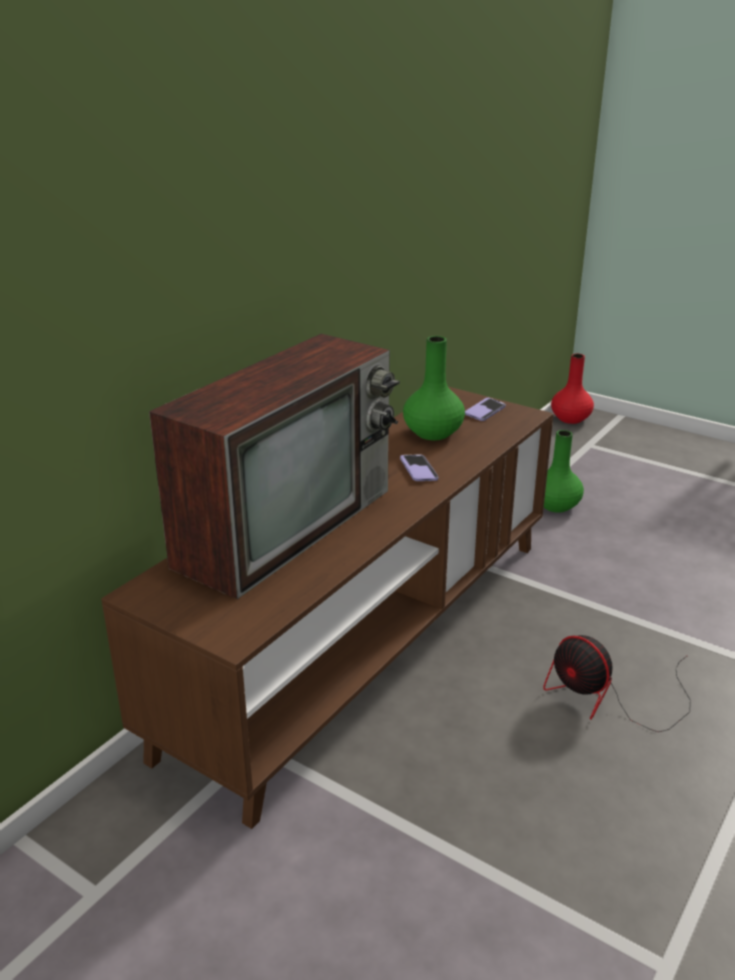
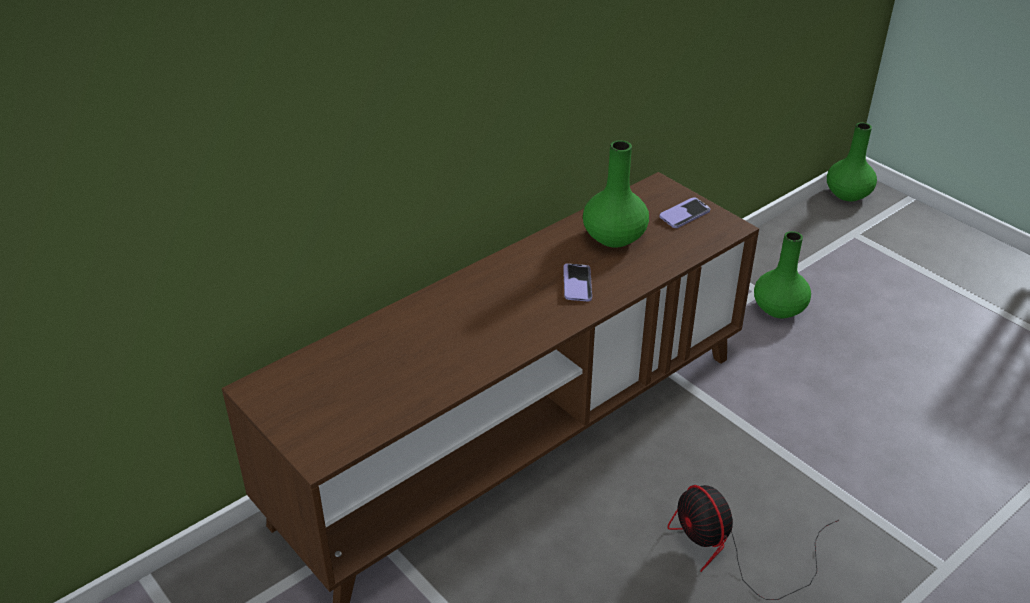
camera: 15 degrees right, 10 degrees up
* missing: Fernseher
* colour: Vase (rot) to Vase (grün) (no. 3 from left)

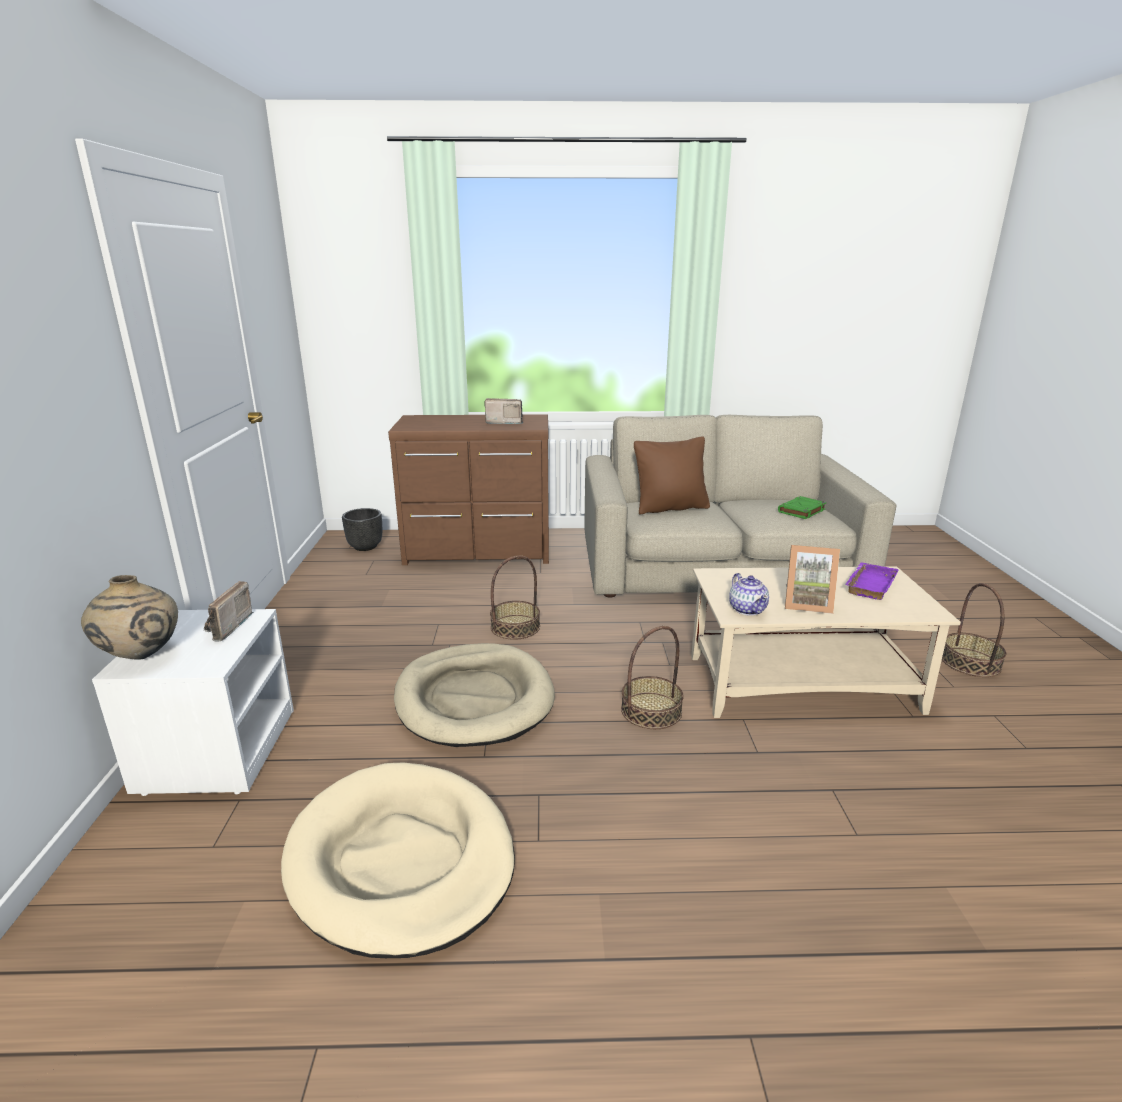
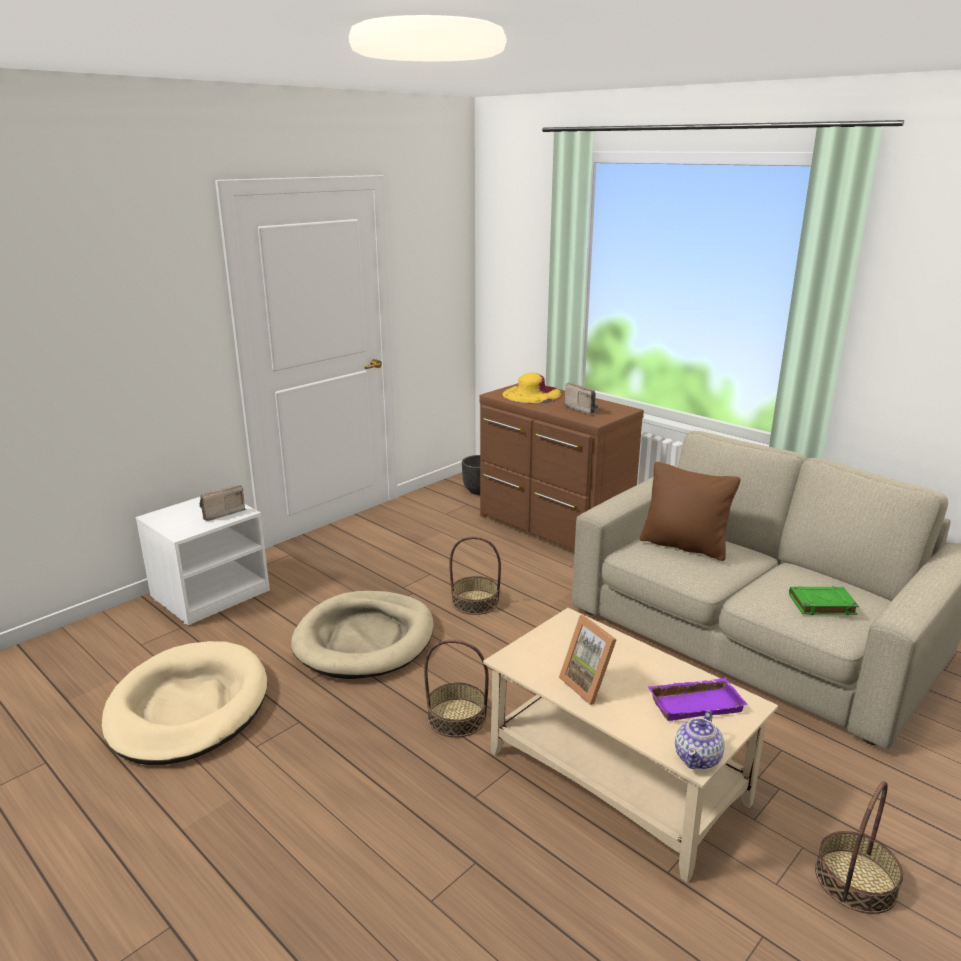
camera: 45 degrees right, 0 degrees up
* missing: Vase (beige)
* relocated: Teekanne
* appeared: Hut (gelb)

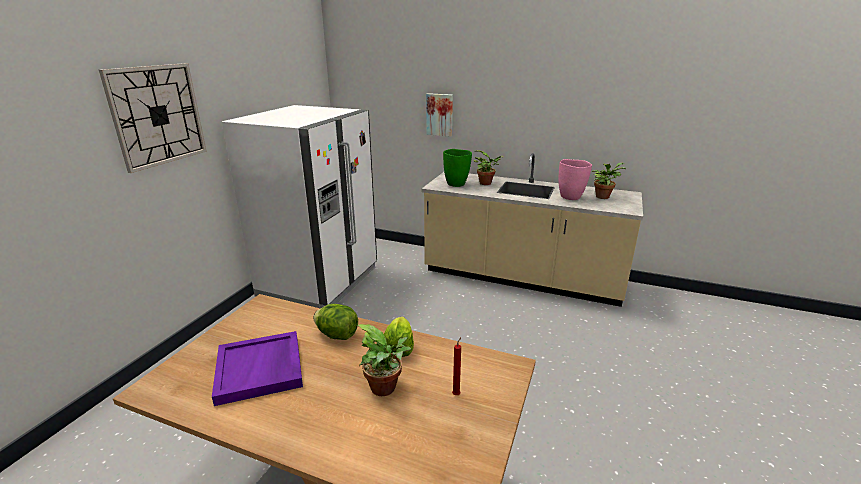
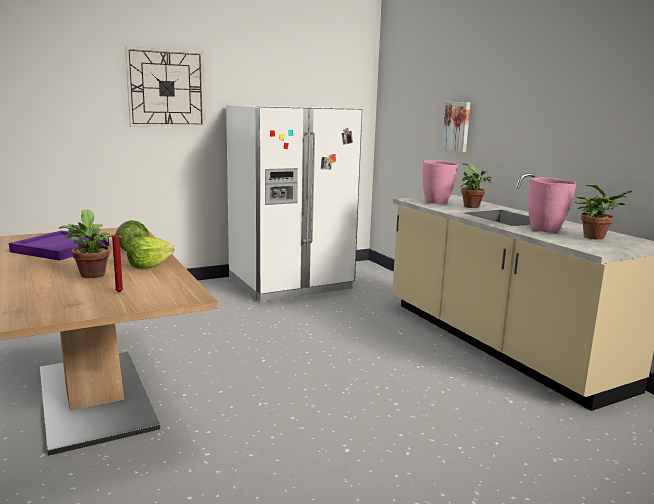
camera: 40 degrees right, 10 degrees down
* colour: Vase (grün) to Vase (rosa) (no. 1 from left)

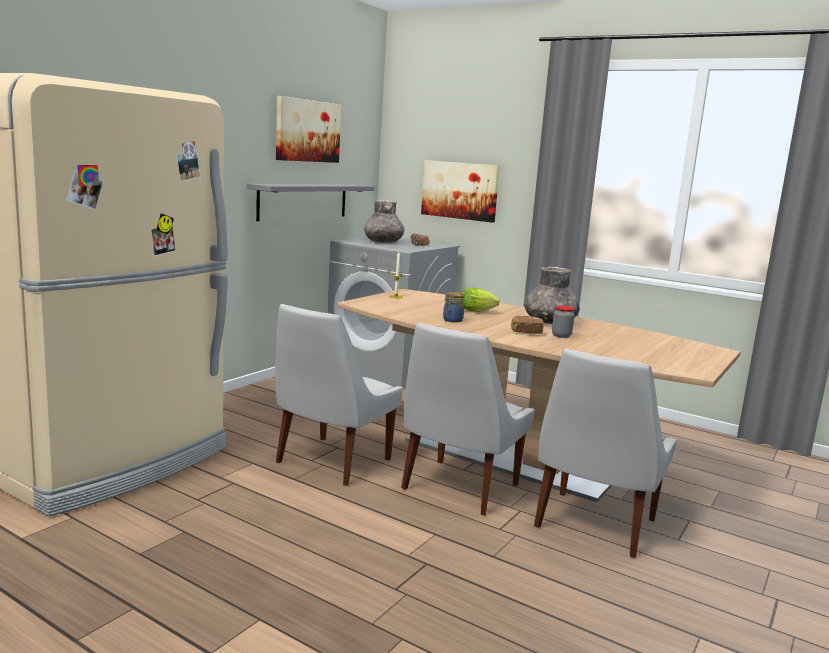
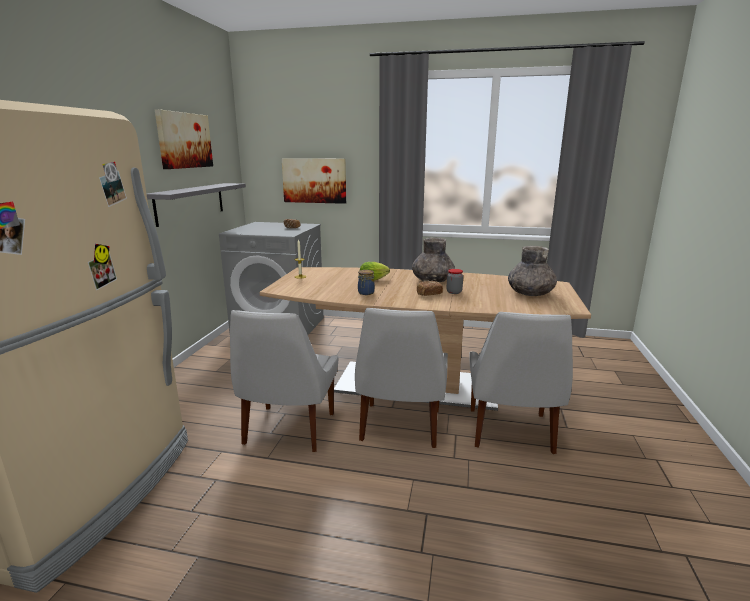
camera: 20 degrees left, 5 degrees up
* relocated: Vase (grau) (no. 1 from left in the first image) to Vase (grau) (no. 2 from left)

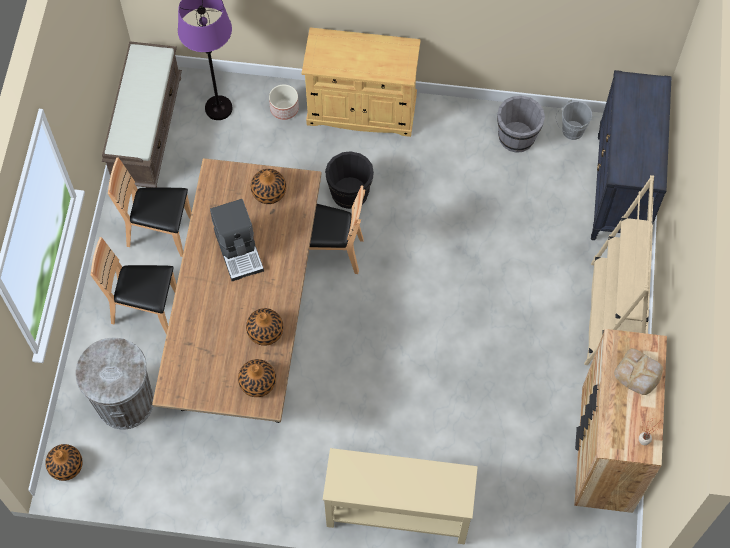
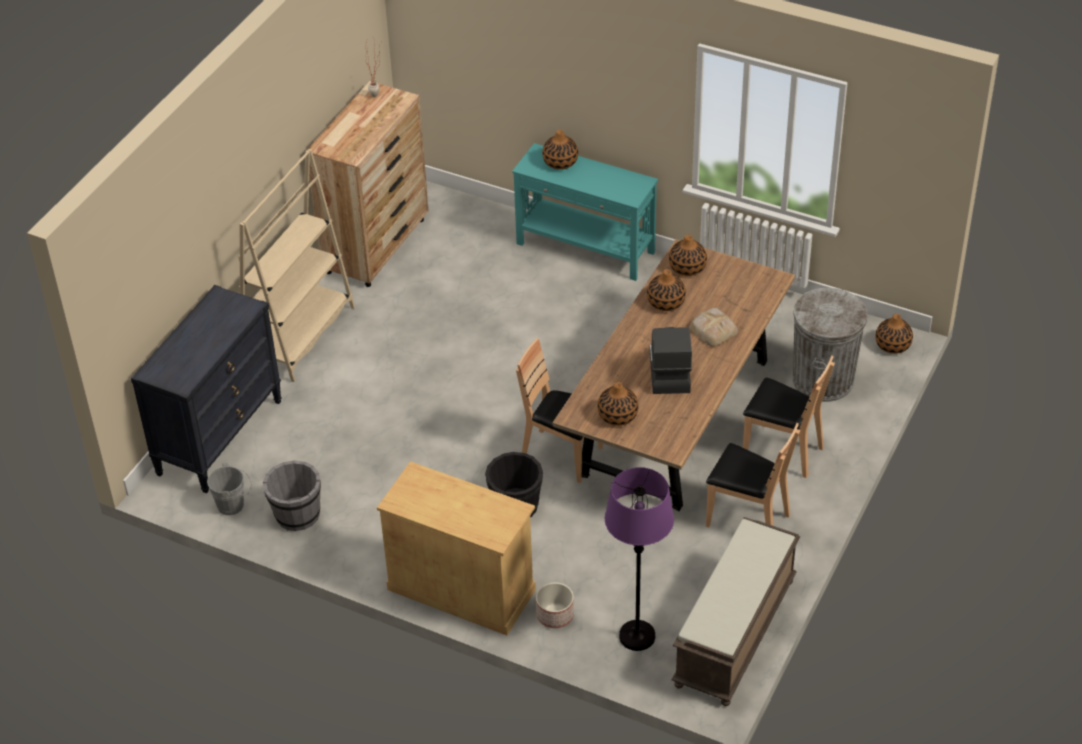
camera: 160 degrees left, 20 degrees down
* colour: Konsolentisch (beige) to Konsolentisch (türkis)
* relocated: Brot
* appeared: Vase (no. 1 from left)

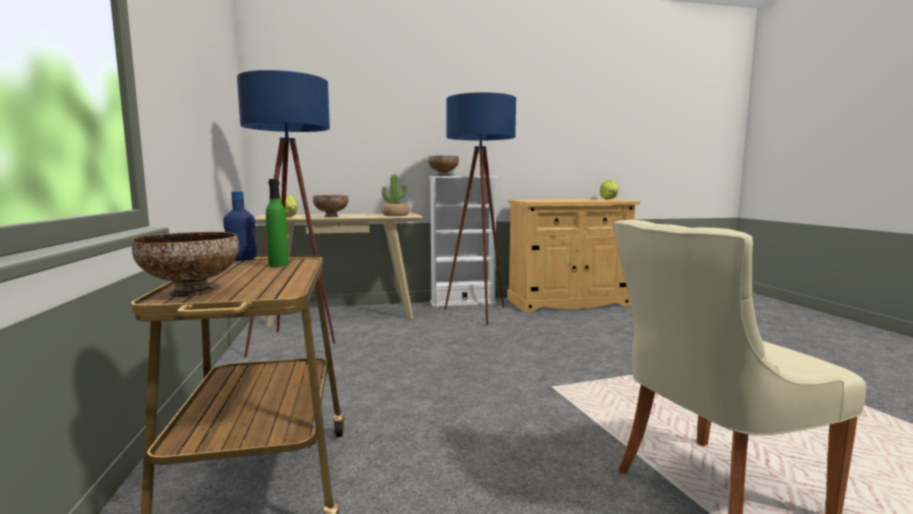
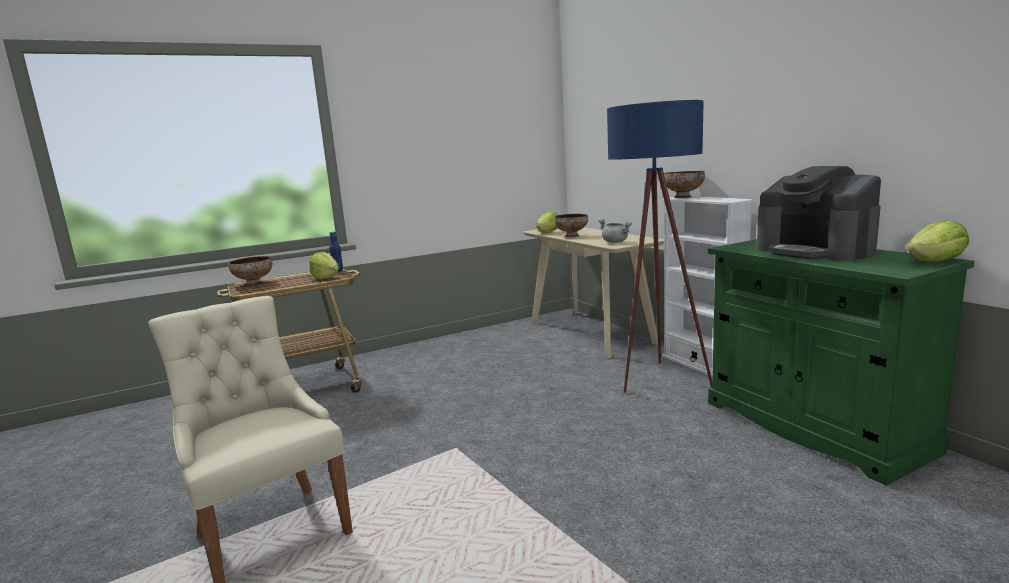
camera: 75 degrees right, 5 degrees up
* missing: Stehlampe (blau) (no. 1 from left)
* exchanged: Flasche (grün) to Salatkopf (no. 1 from left)
* exchanged: Topfpflanze to Kochtopf (grau)
* colour: Schrank (beige) to Schrank (grün)
* appeared: Kaffeemaschine

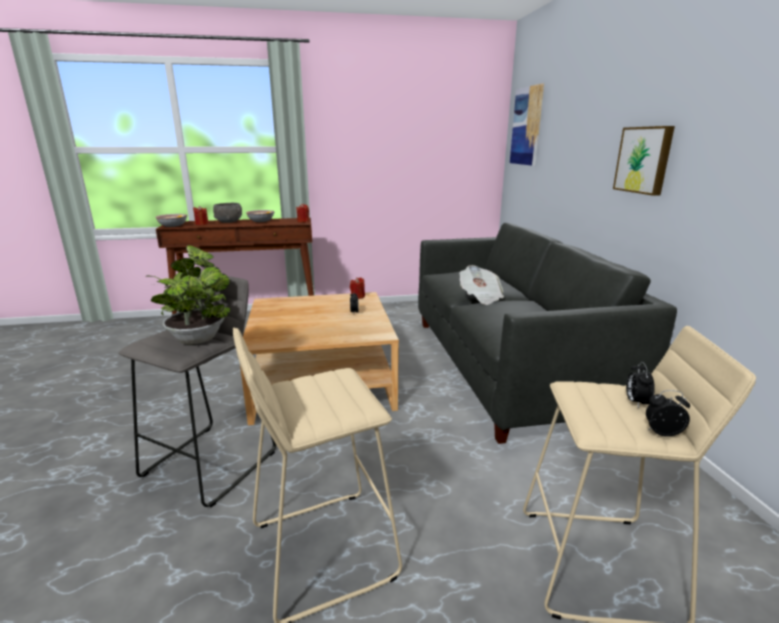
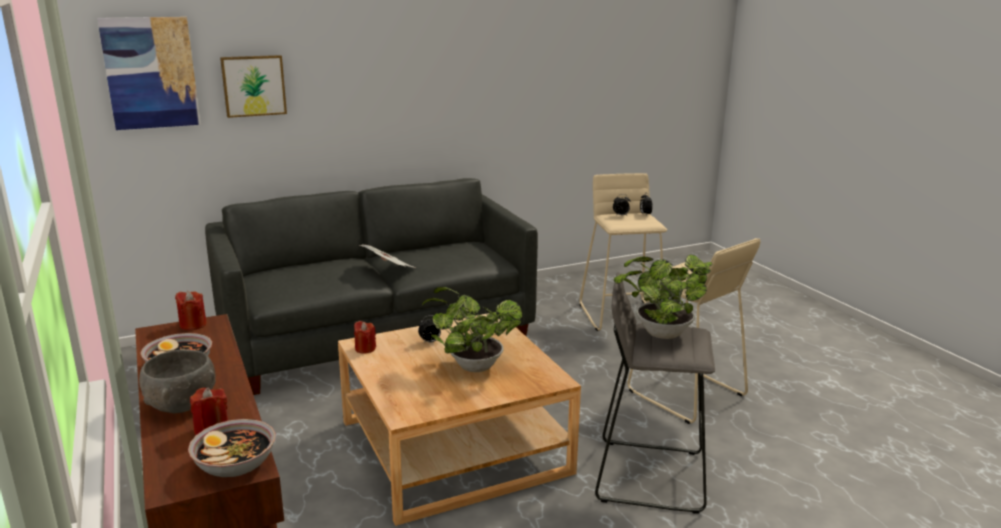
camera: 105 degrees left, 0 degrees up
* relocated: Bild (no. 2 from left)
* appeared: Topfpflanze (no. 1 from left)

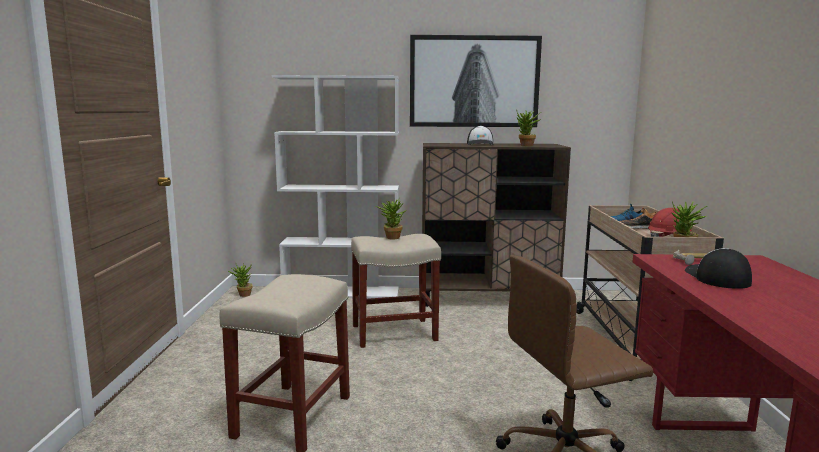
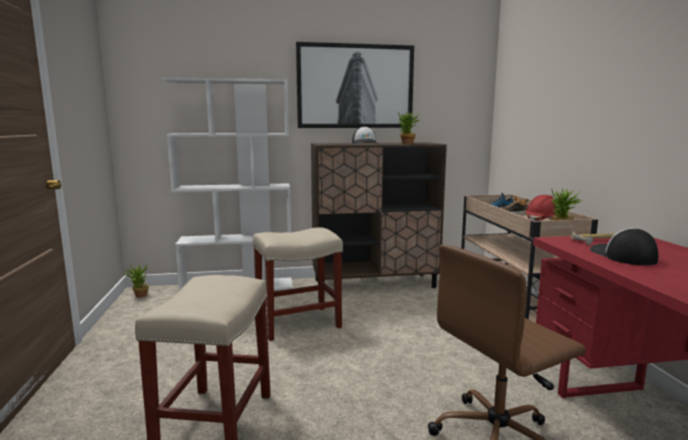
camera: 10 degrees left, 0 degrees up
* missing: Topfpflanze (no. 2 from left)

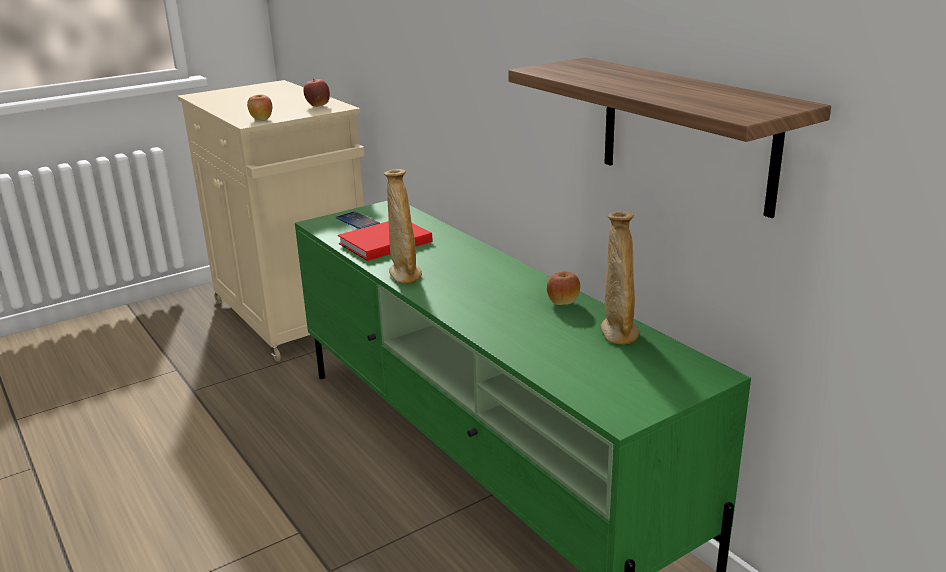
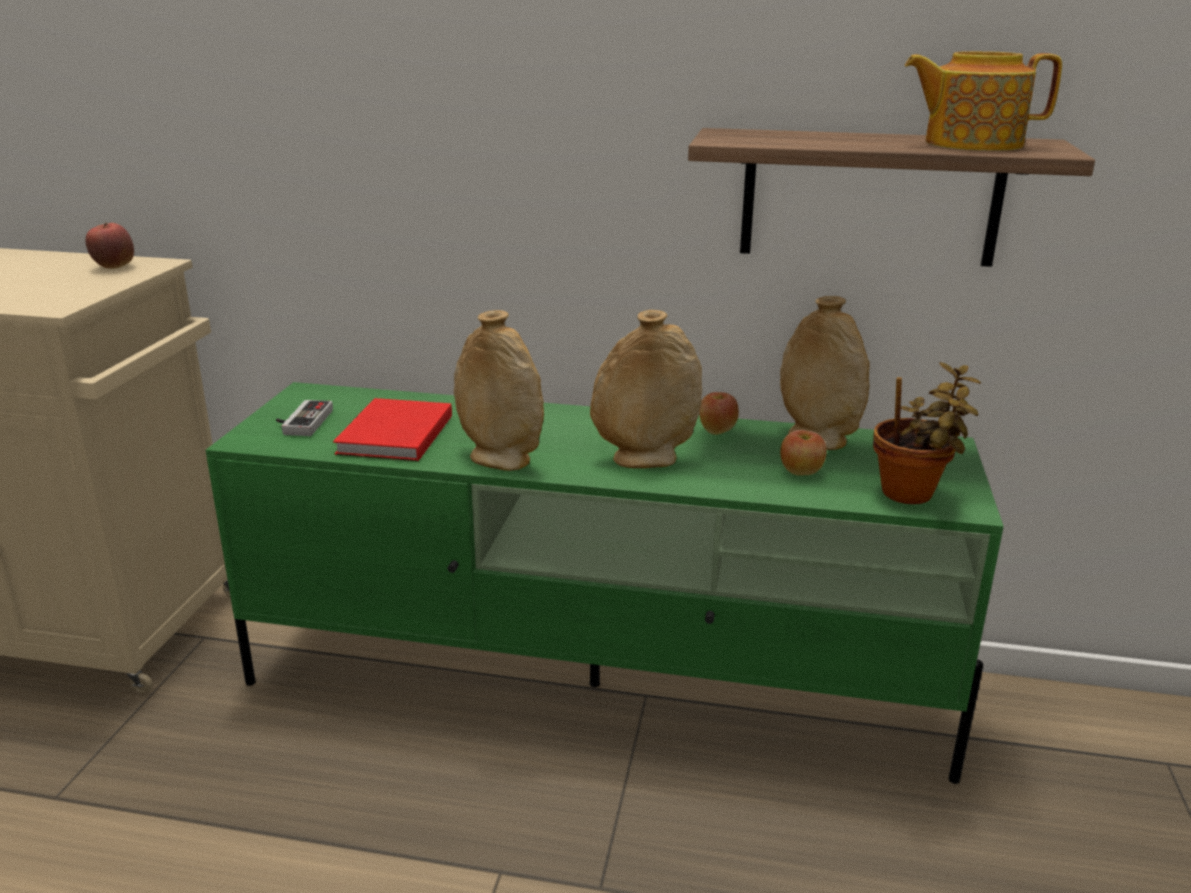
camera: 45 degrees left, 0 degrees up
* relocated: Apfel (no. 1 from left in the first image) to Apfel (no. 3 from left)
* exchanged: Handy to Gamepad
* appeared: Vase (beige) (no. 2 from left)
* appeared: Topfpflanze
* appeared: Teekanne

